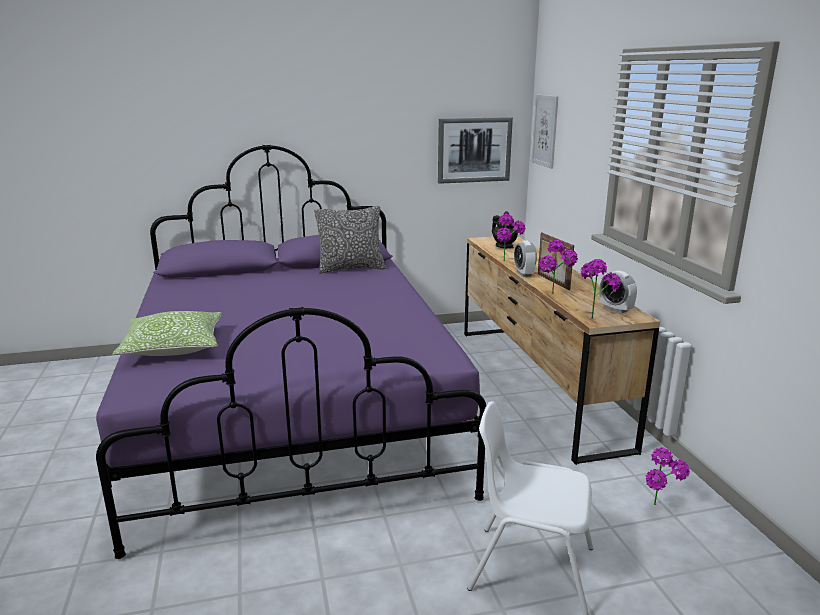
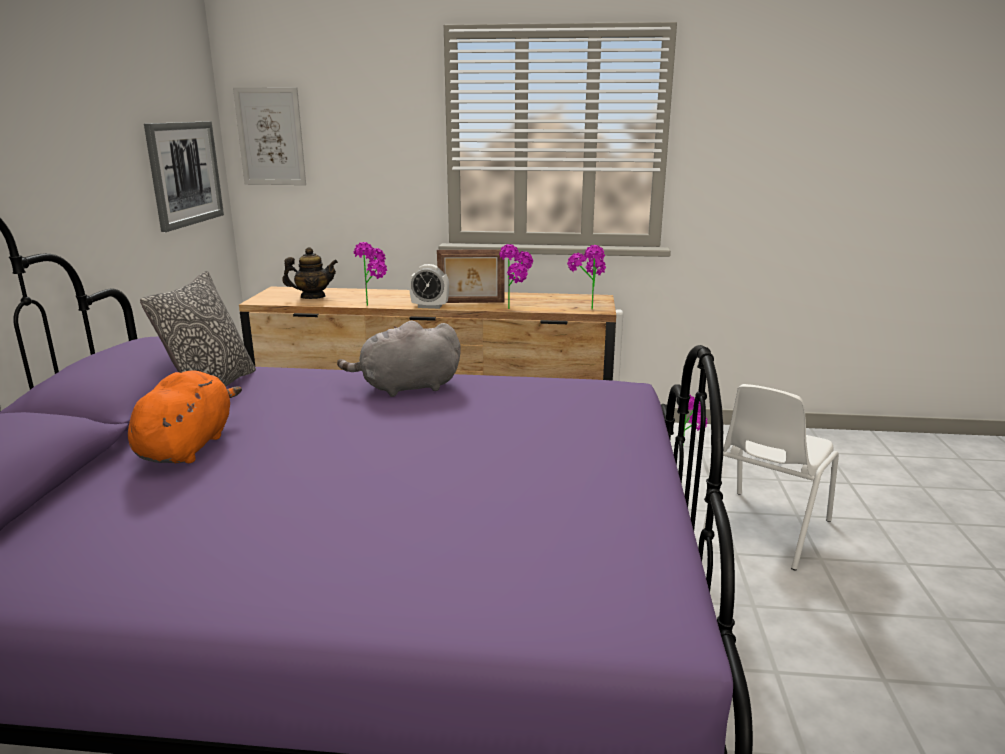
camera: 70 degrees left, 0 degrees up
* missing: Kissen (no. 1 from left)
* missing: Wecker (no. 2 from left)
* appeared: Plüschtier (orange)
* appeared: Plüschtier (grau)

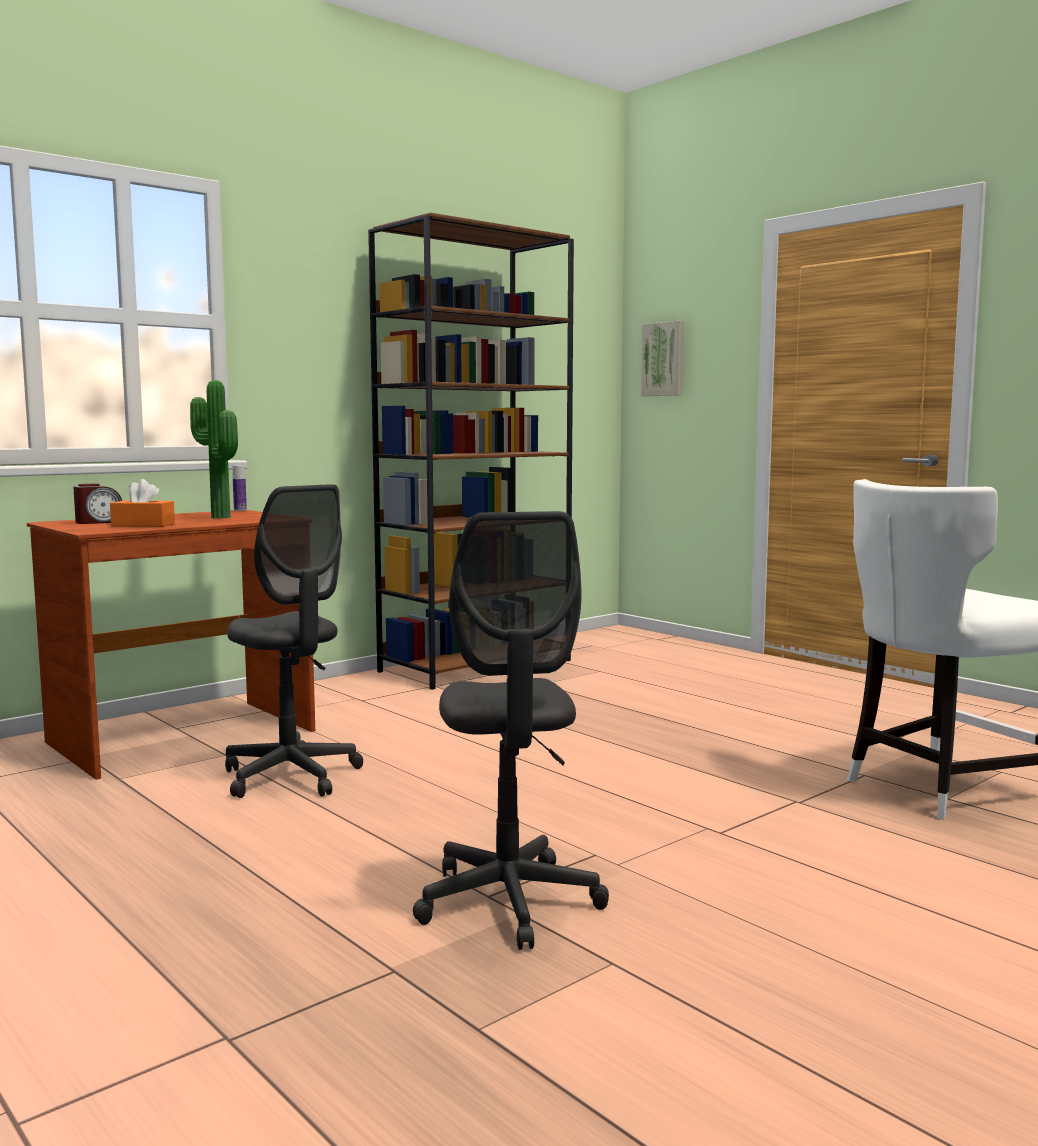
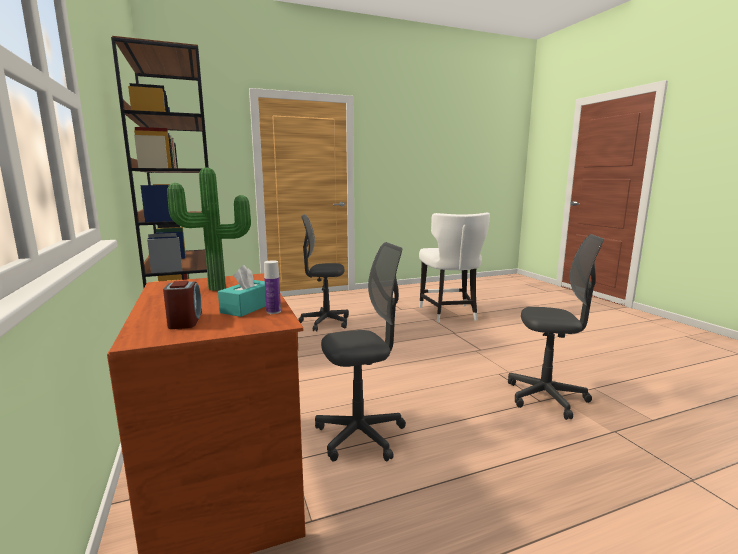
camera: 70 degrees left, 5 degrees up
* colour: Taschentuchbox (orange) to Taschentuchbox (türkis)
* relocated: Flasche
* missing: Bild
* appeared: Bürostuhl (grau) (no. 1 from left)

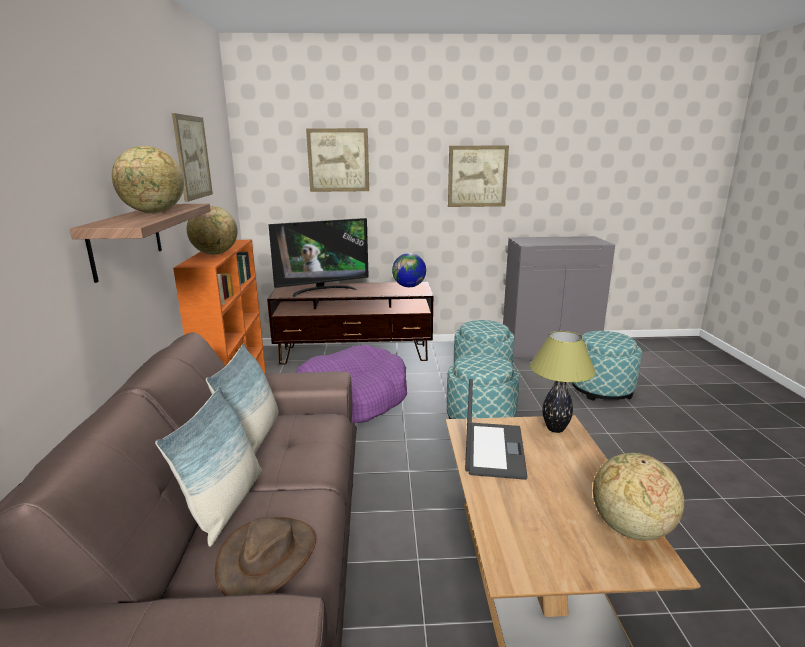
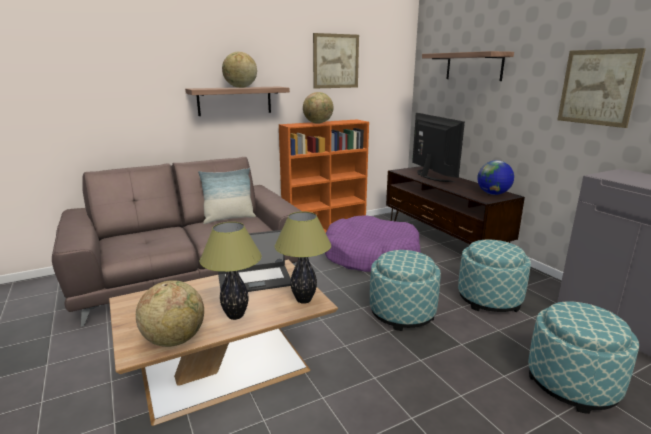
camera: 65 degrees right, 0 degrees up
* missing: Kissen (no. 1 from left)
* missing: Hut (braun)
* spun: Fernseher 150 degrees counterclockwise
* exchanged: Bild (no. 2 from left) to Wandregal (no. 2 from left)
* appeared: Tischlampe (no. 1 from left)

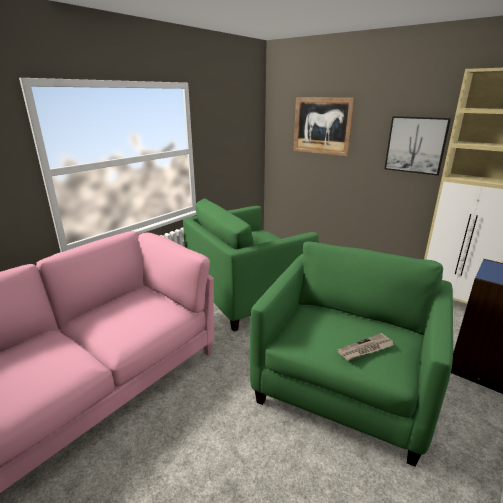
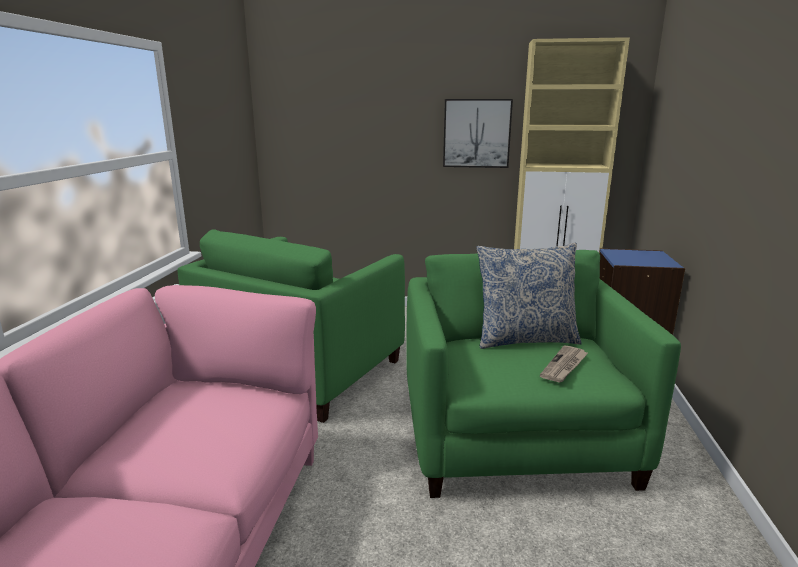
camera: 30 degrees left, 5 degrees down
* missing: Bild (no. 1 from left)
* appeared: Kissen

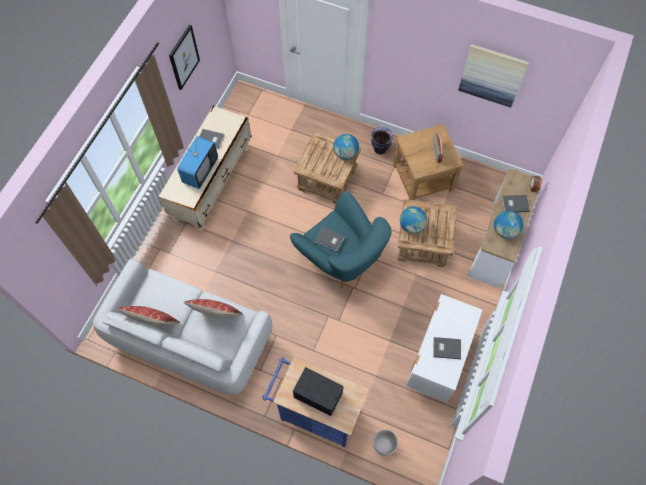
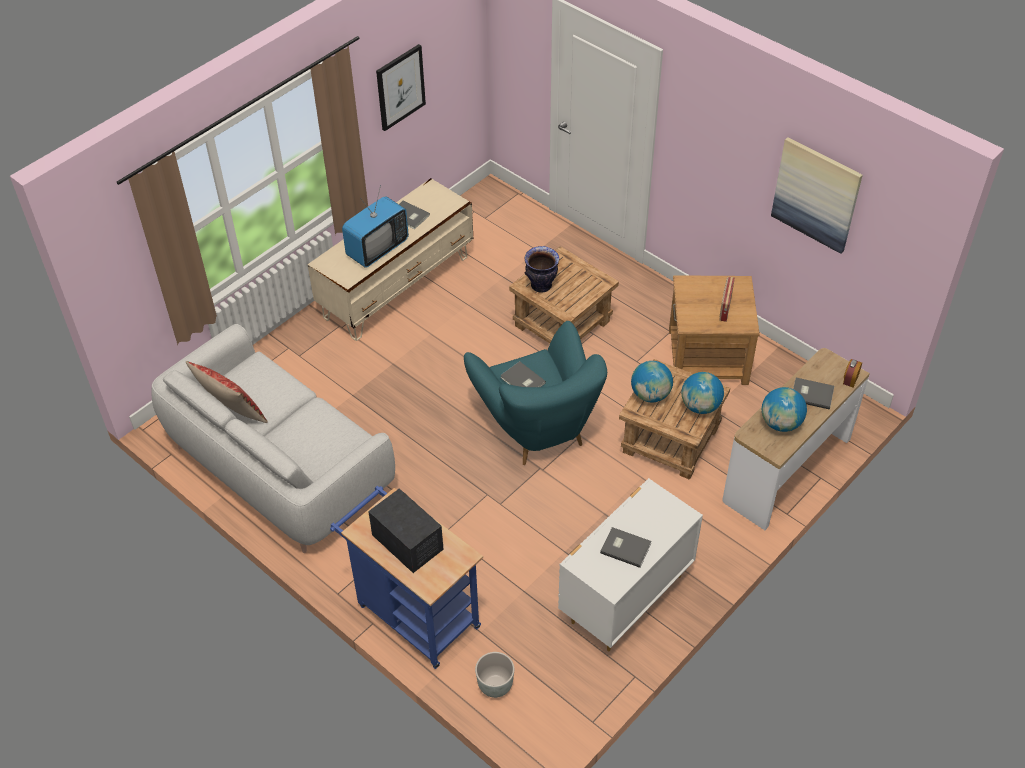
camera: 20 degrees right, 15 degrees down
* missing: Kissen (no. 2 from left)
* relocated: Globus (no. 1 from left in the first image) to Globus (no. 2 from left)
* relocated: Vase

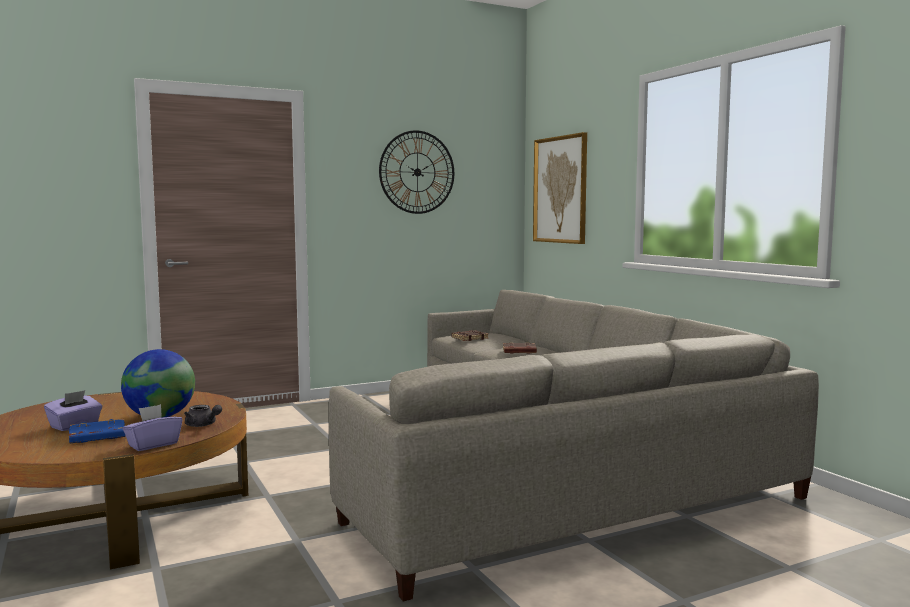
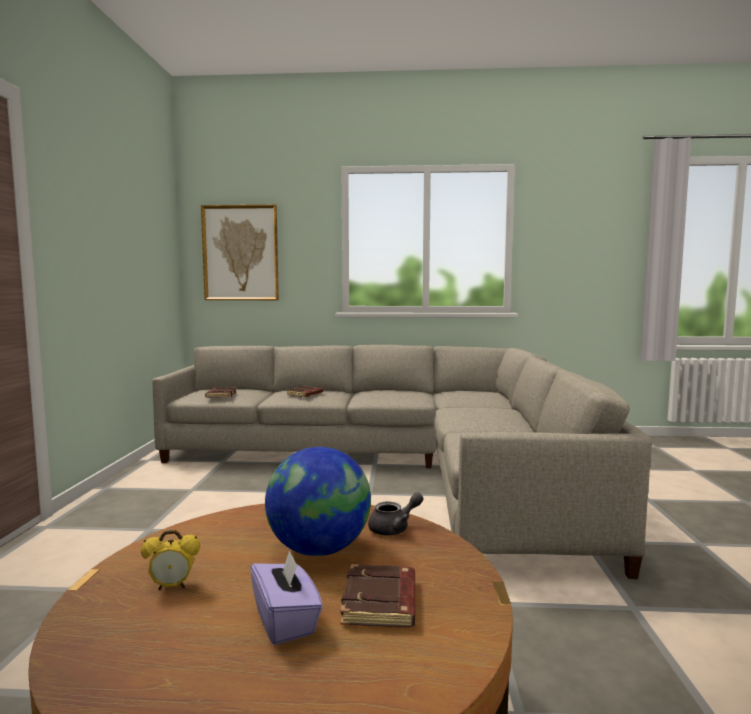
camera: 60 degrees left, 0 degrees up
* colour: Buch (blau) to Buch (braun) (no. 3 from left)
* missing: Taschentuchbox (lila) (no. 2 from left)
* missing: Wanduhr
* appeared: Wecker

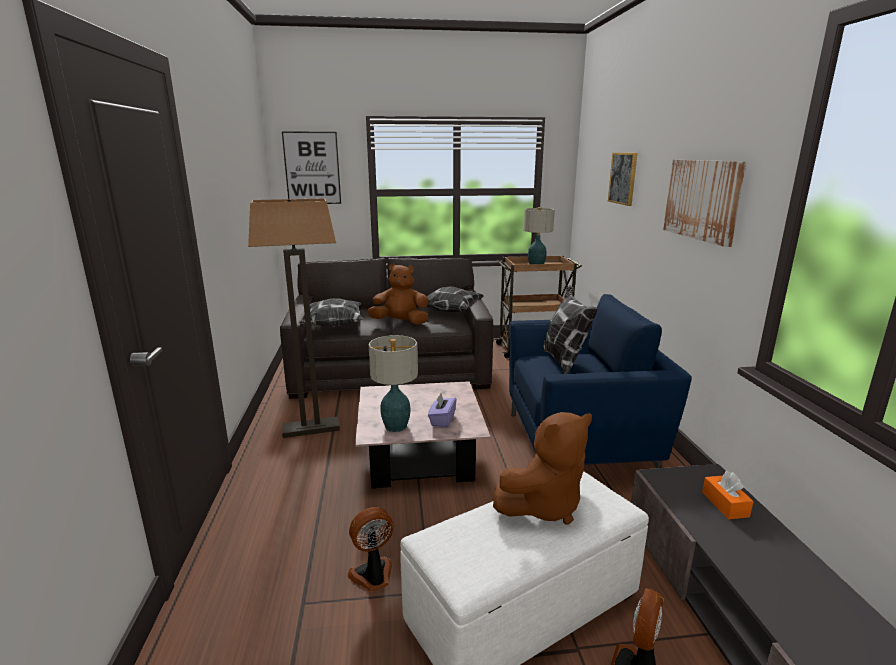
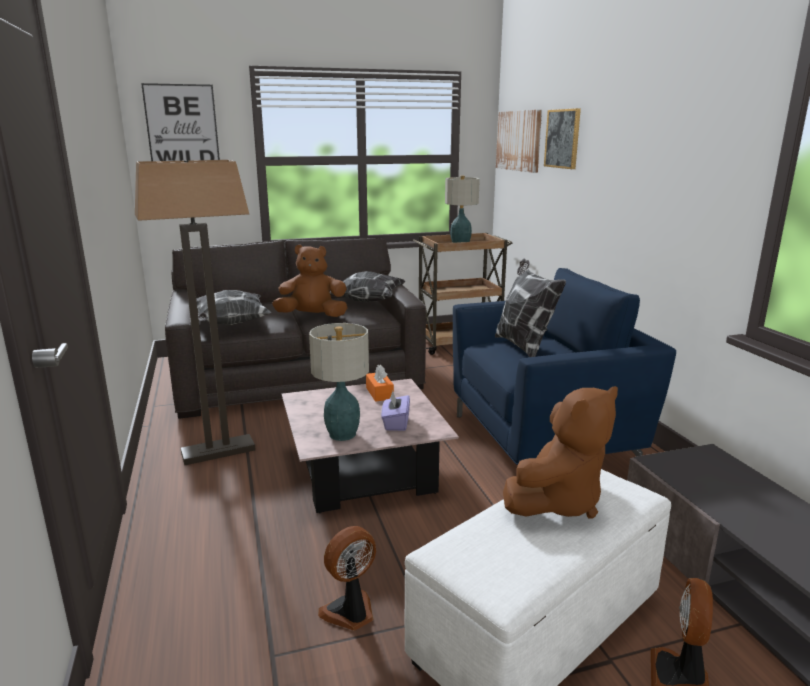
camera: 10 degrees left, 0 degrees up
* relocated: Bild (no. 3 from left in the first image) to Bild (no. 2 from left)
* relocated: Taschentuchbox (orange)

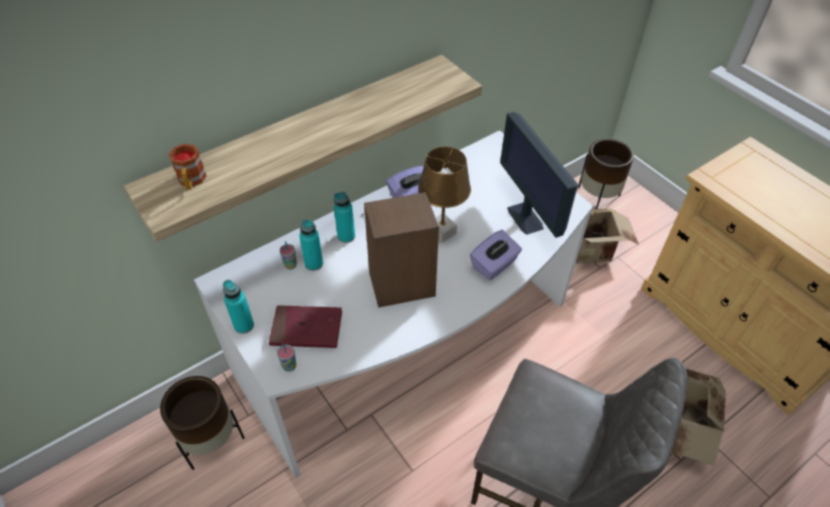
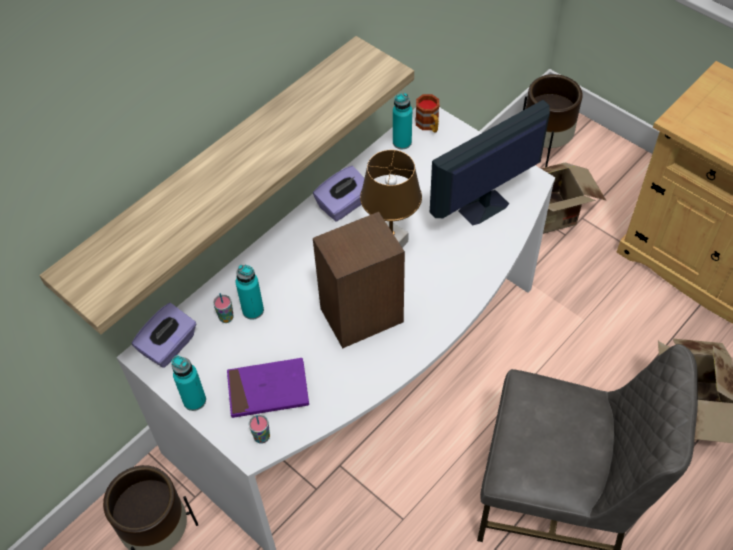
camera: 10 degrees left, 5 degrees up
* relocated: Henkelbecher
* colour: Buch (rot) to Buch (lila)
* relocated: Flasche (türkis) (no. 3 from left)
* relocated: Taschentuchbox (lila) (no. 2 from left in the first image) to Taschentuchbox (lila) (no. 1 from left)
* spun: Monitor 90 degrees clockwise

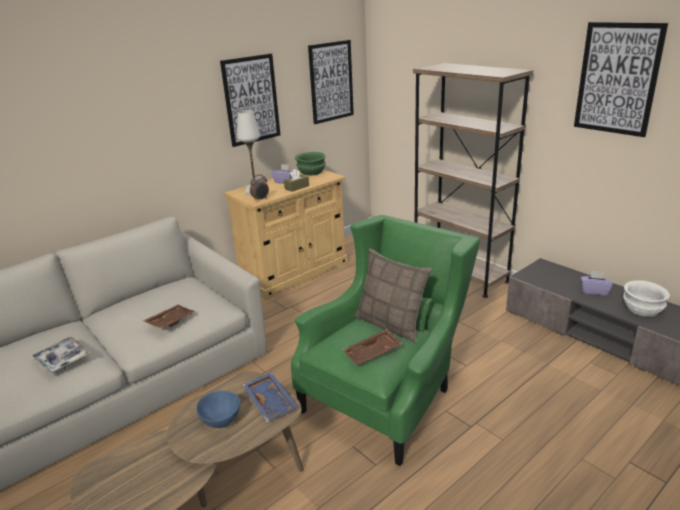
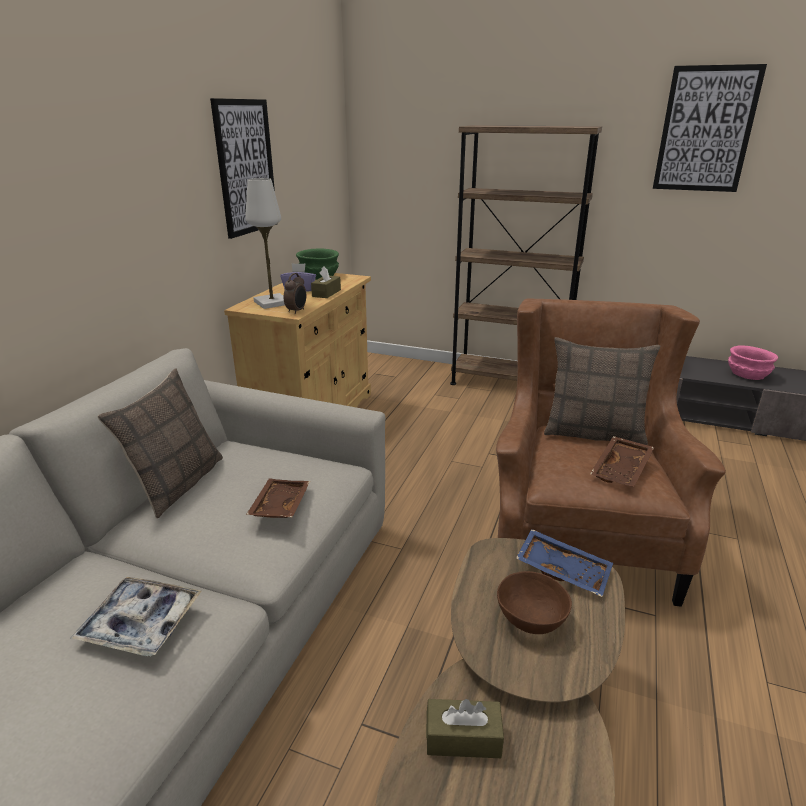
camera: 30 degrees left, 0 degrees up
* colour: Schüssel (blau) to Schüssel (braun)
* colour: Sessel (grün) to Sessel (braun)
* missing: Bild (no. 2 from left)
* missing: Taschentuchbox (lila) (no. 2 from left)
* colour: Schüssel (weiß) to Schüssel (rosa)
* appeared: Kissen (no. 1 from left)
* appeared: Taschentuchbox (braun) (no. 2 from left)

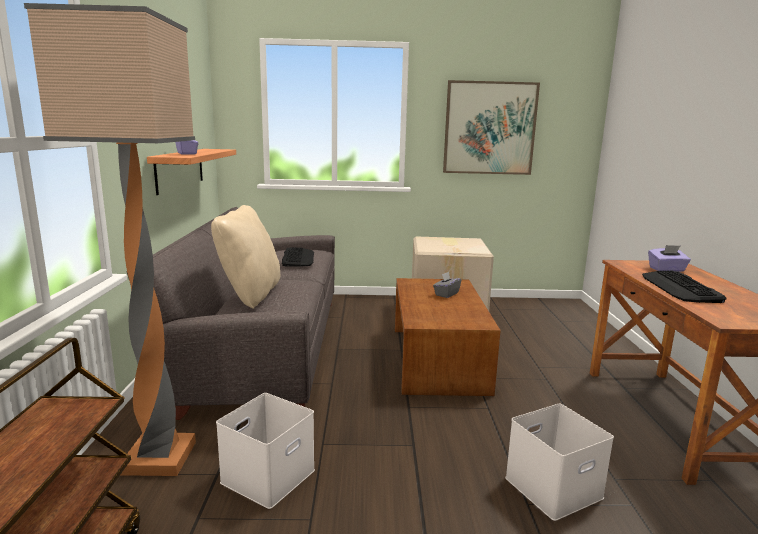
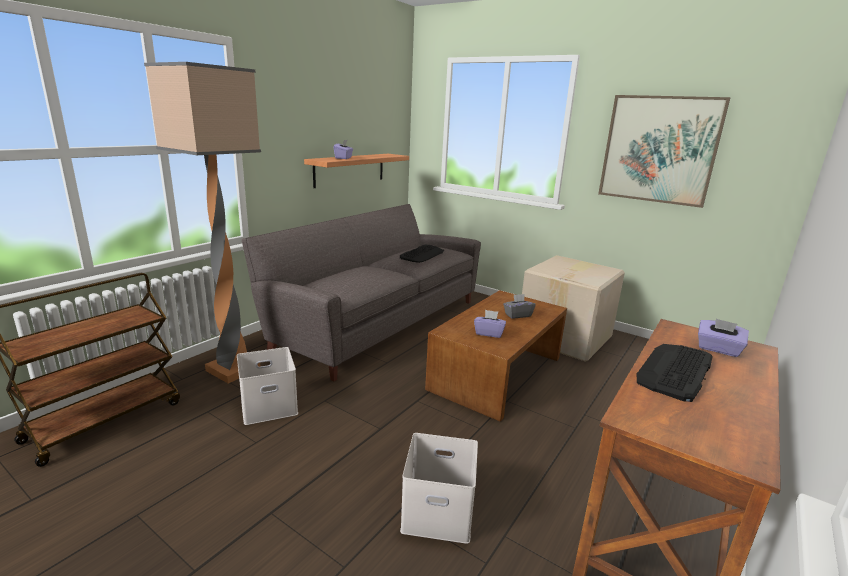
camera: 35 degrees right, 5 degrees up
* missing: Kissen (beige)
* appeared: Taschentuchbox (lila) (no. 2 from left)

